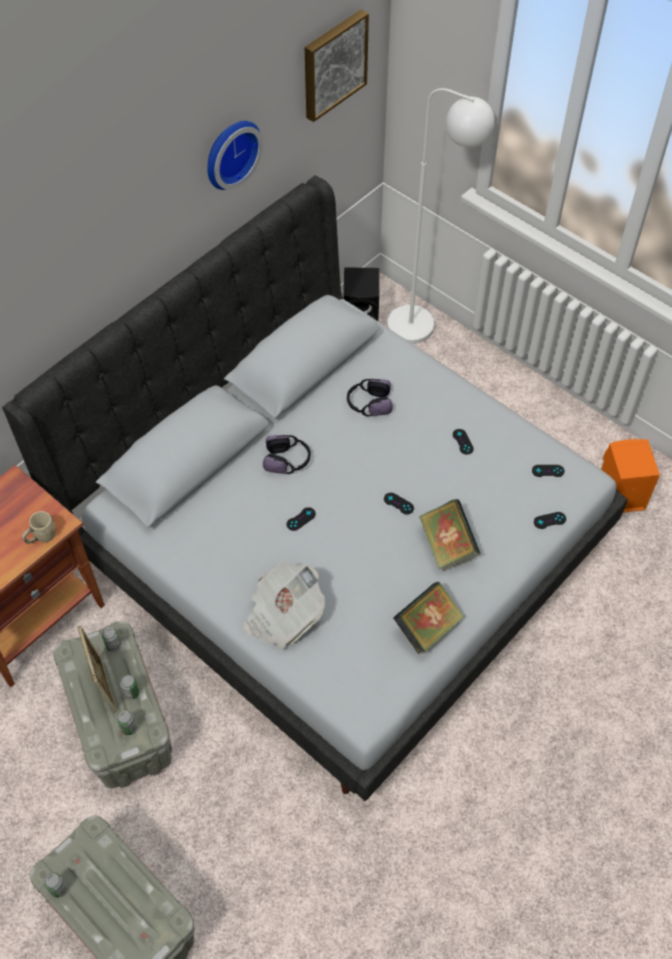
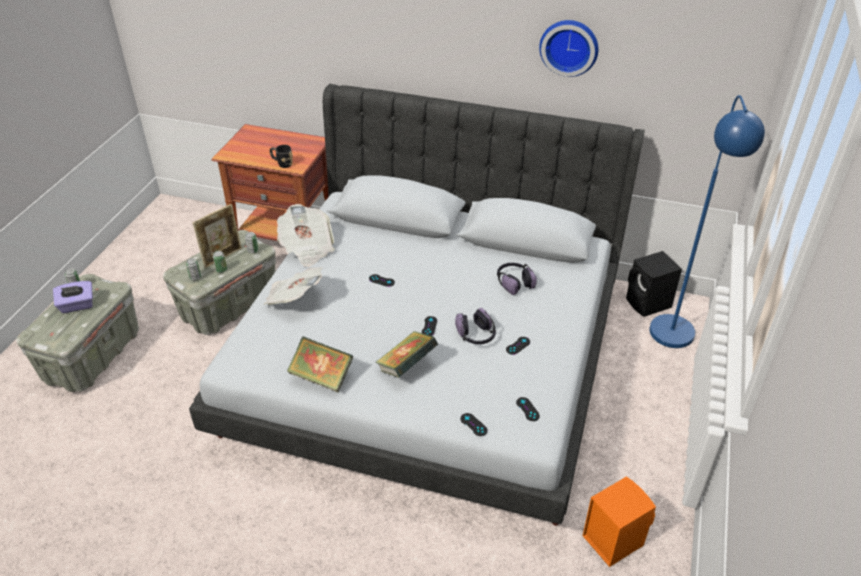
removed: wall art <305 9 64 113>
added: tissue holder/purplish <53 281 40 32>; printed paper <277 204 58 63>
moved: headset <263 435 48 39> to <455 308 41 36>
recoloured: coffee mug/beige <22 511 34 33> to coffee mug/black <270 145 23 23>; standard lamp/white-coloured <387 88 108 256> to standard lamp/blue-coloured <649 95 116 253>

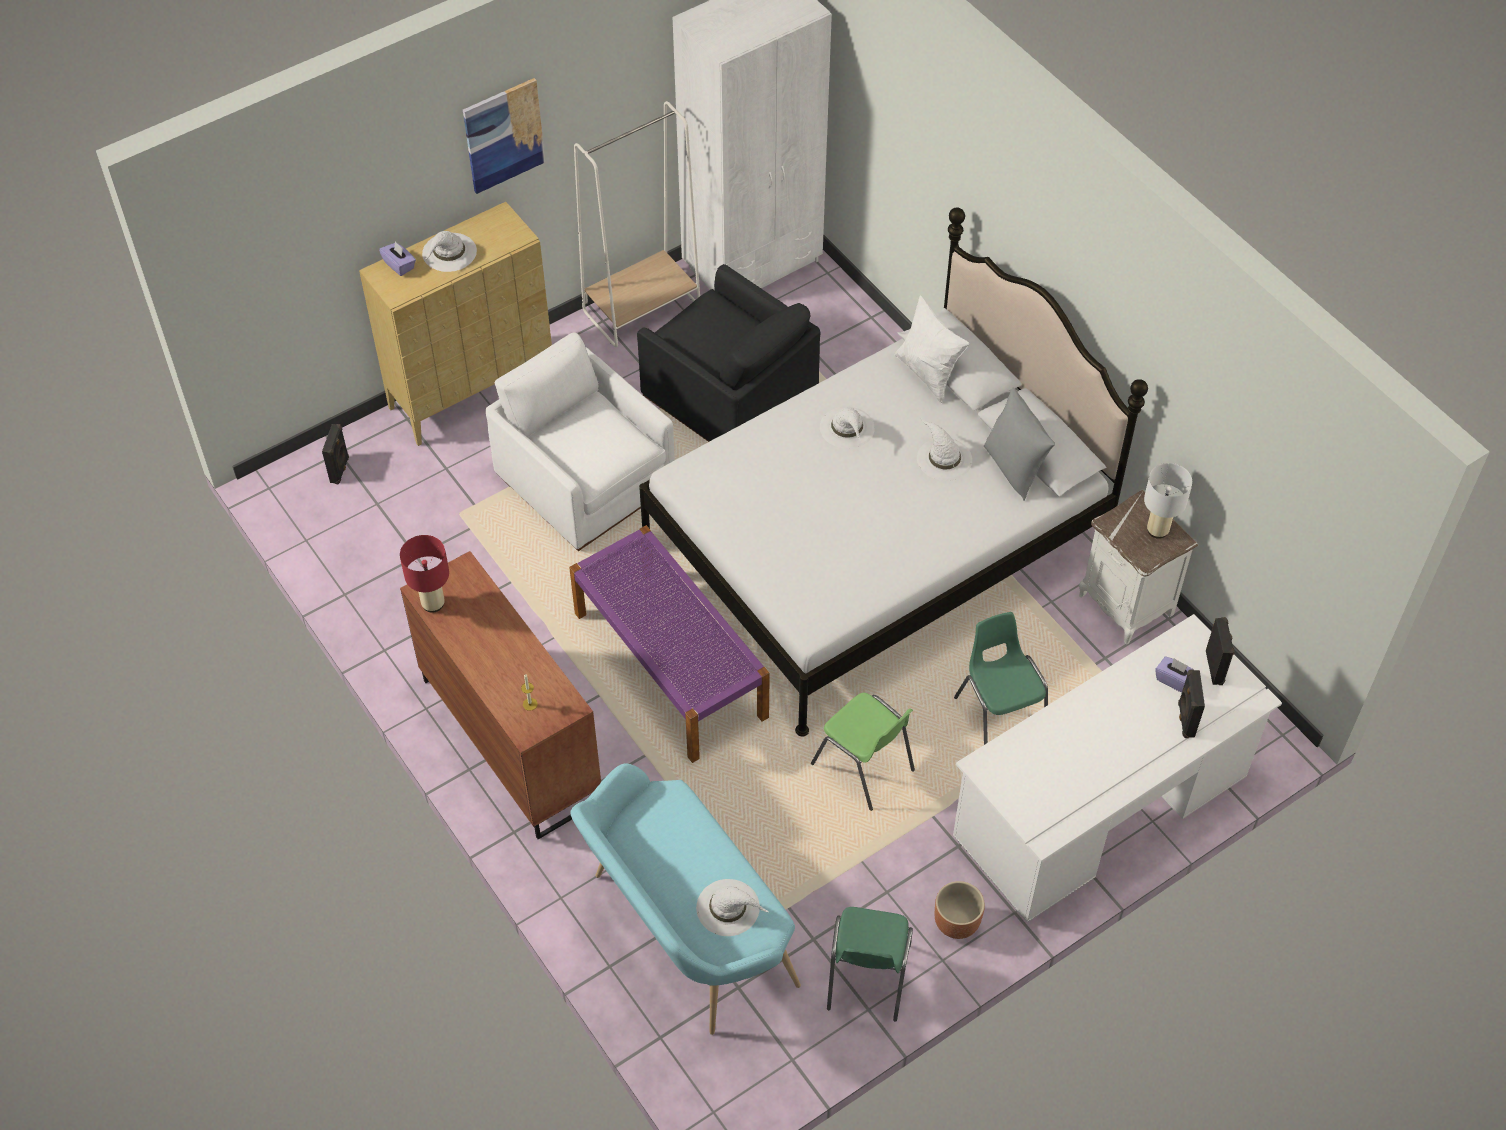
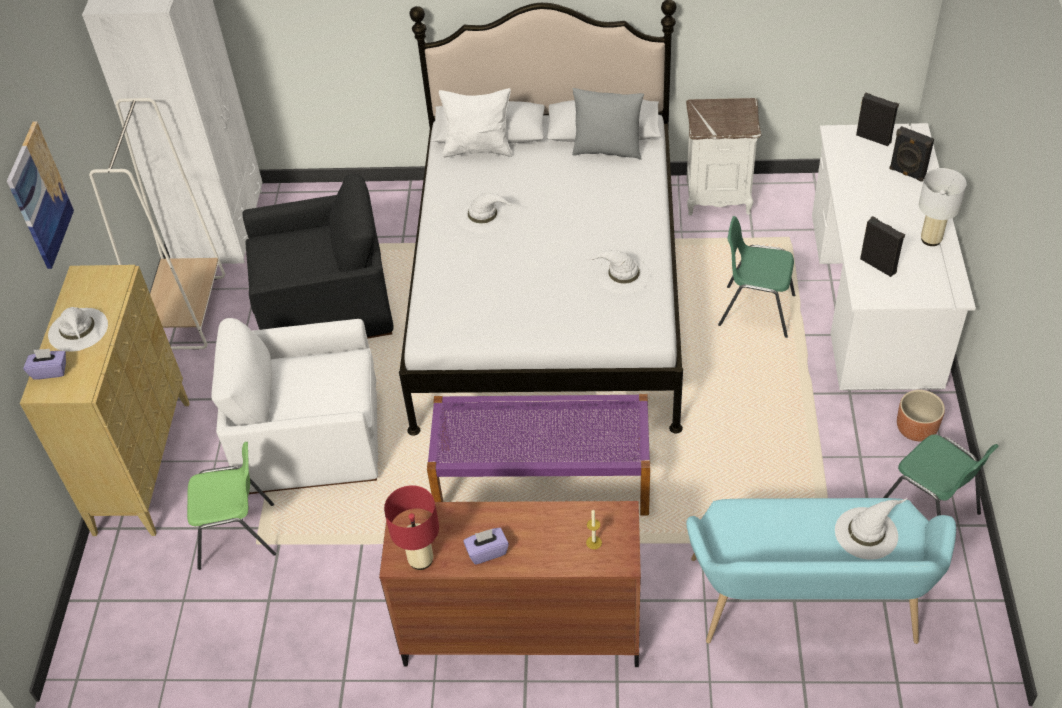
moved: plain chair/green-coloured <811 693 104 118> to <187 442 89 128>; tissue holder/purplish <1155 656 37 37> to <463 528 46 37>; wearable hat/white-coloured <917 418 55 63> to <586 250 65 44>; audio speaker/black <322 424 27 60> to <860 216 45 61>; lamp for a table/white-coloured <1144 463 48 76> to <919 168 48 78>

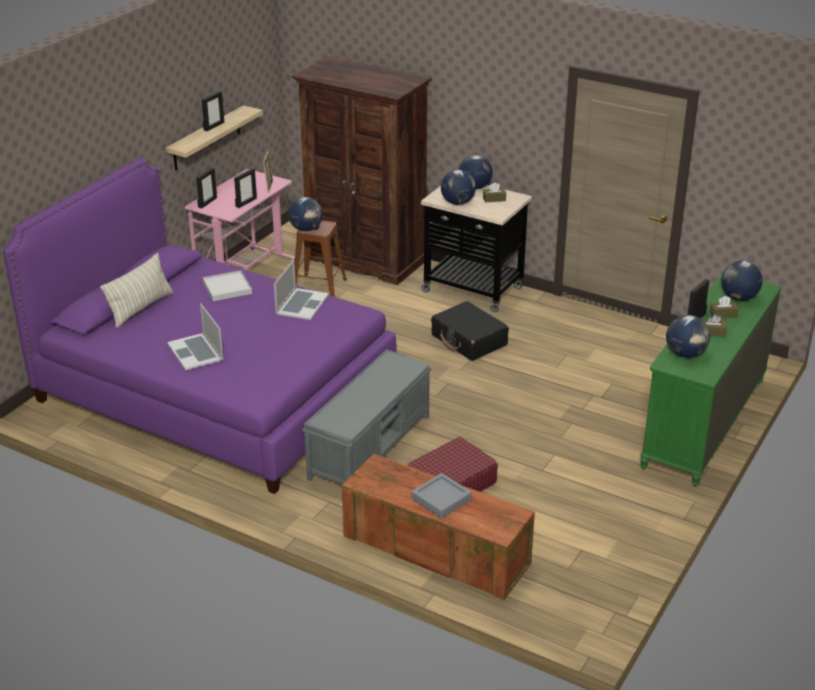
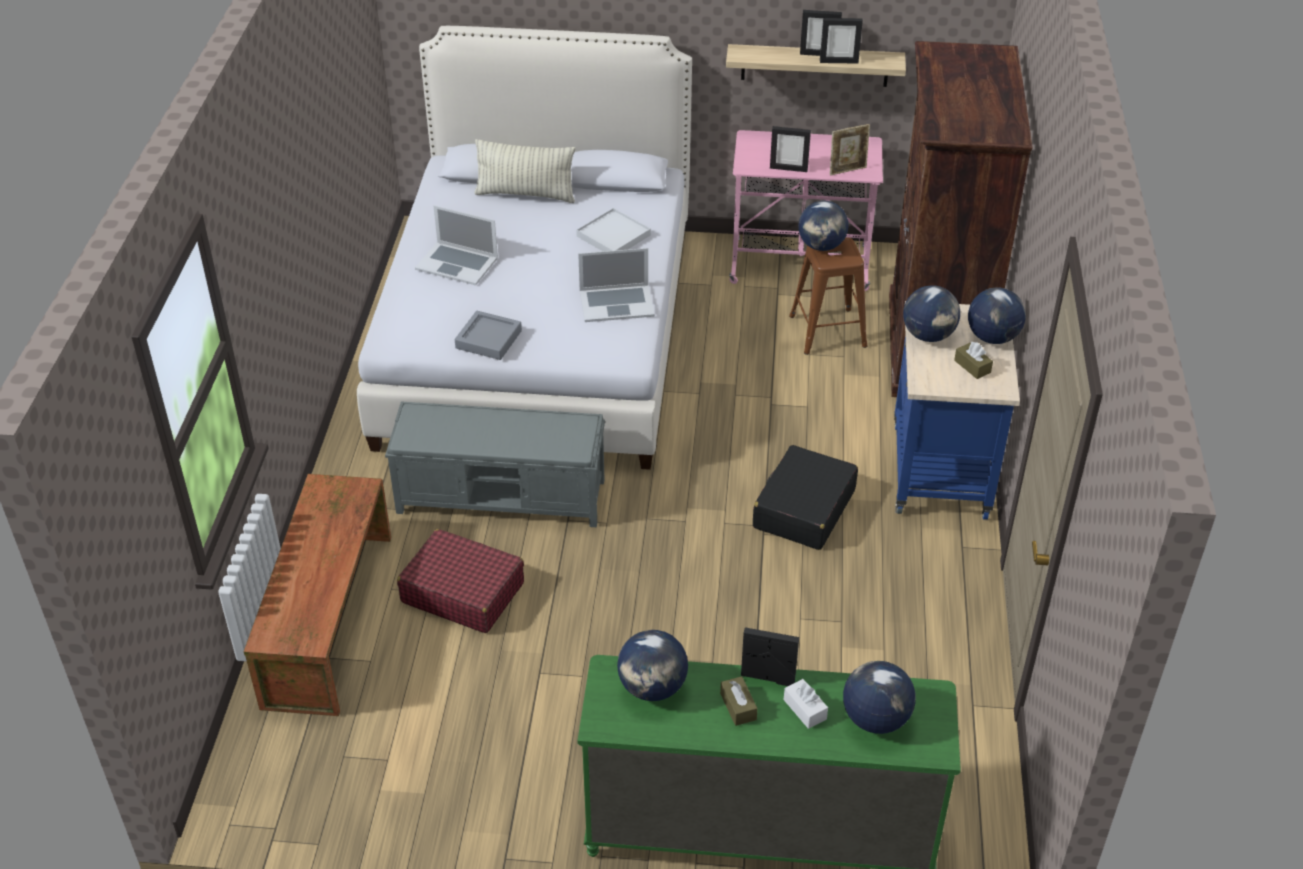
moved: serving tray/grey <411 473 61 46> to <455 311 67 49>; picture frame <196 168 21 40> to <820 18 43 46>
recoloured: bed/purplish <3 158 394 336> to bed/white-coloured <357 26 335 444>; tissue holder/brown-coloured <709 296 30 22> to tissue holder/white-coloured <784 679 44 50>; trolley/black <421 185 111 128> to trolley/blue-coloured <894 301 126 219>
turned: laptop <167 303 56 67> = <415 206 83 79> 105 degrees counterclockwise

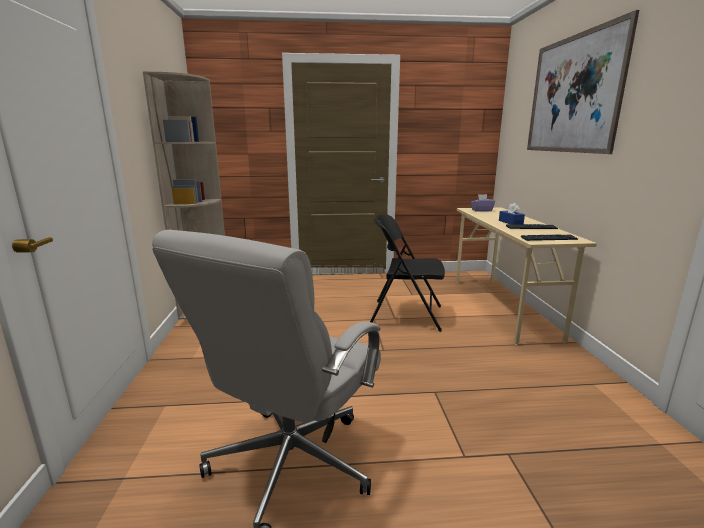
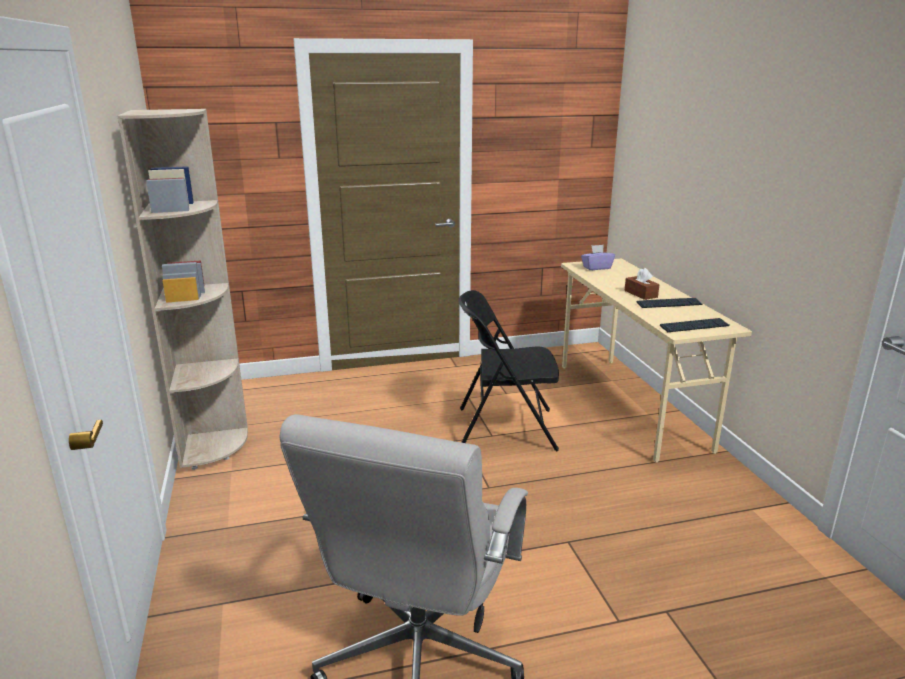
removed: wall art <527 10 112 144>
recoloured: tissue holder/blue-coloured <499 203 26 22> to tissue holder/brown-coloured <625 268 35 32>

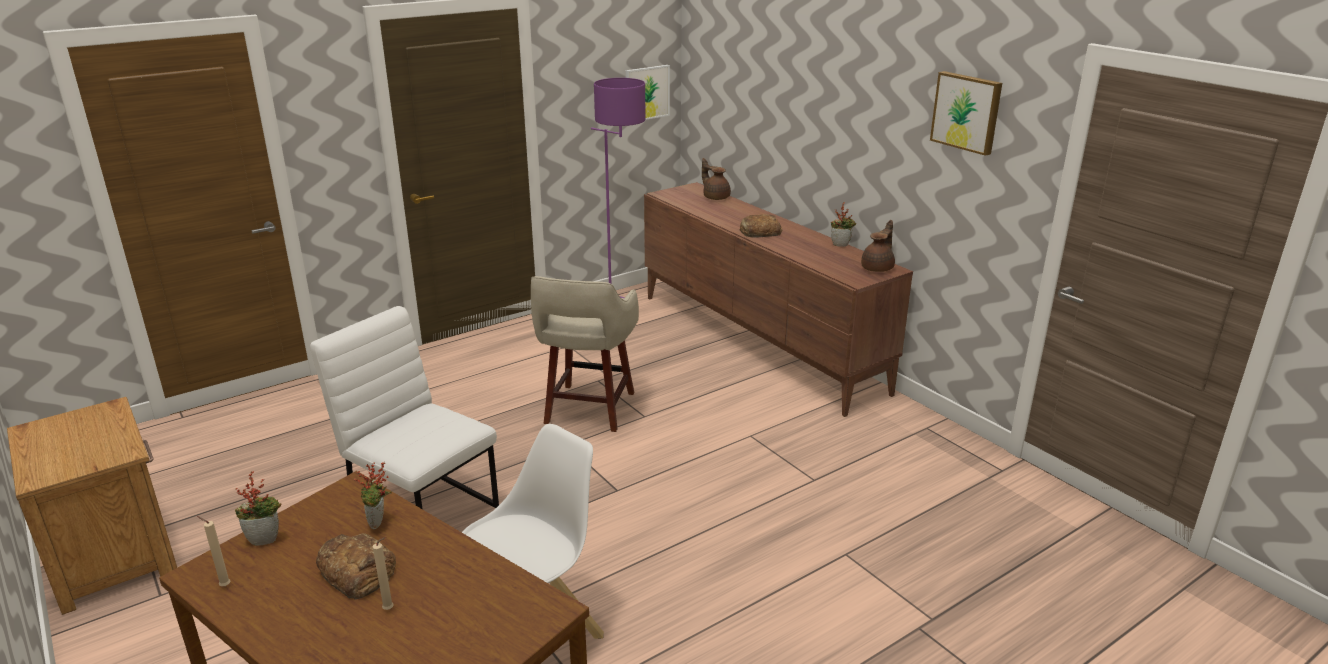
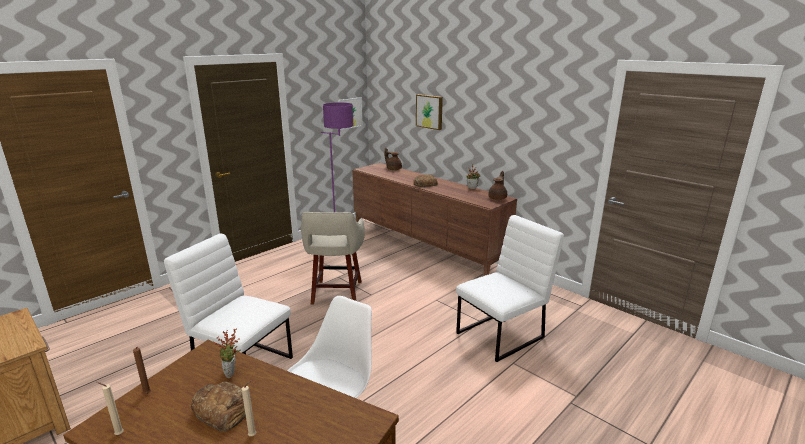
added: plain chair/white-coloured <456 215 108 147>
moved: wall art <930 71 72 85> to <416 94 27 36>
replaced: houseplant <235 471 46 75> to wax light/brown-coloured <133 347 18 47>

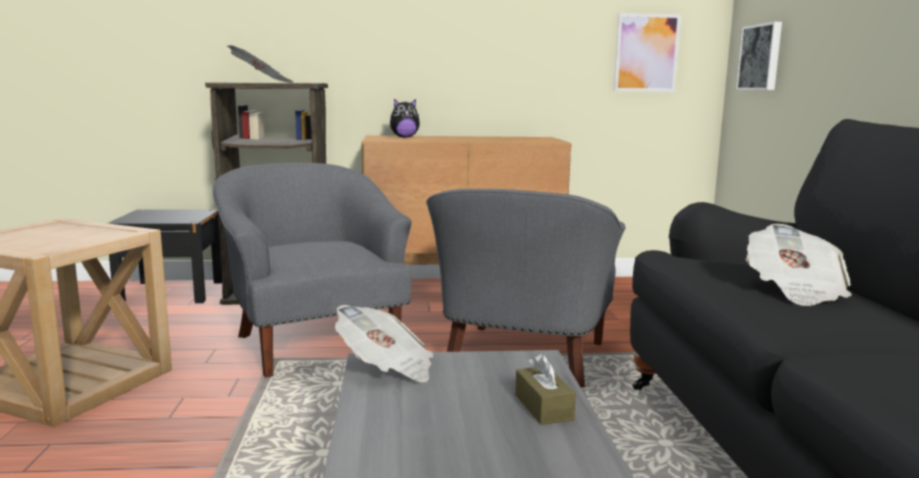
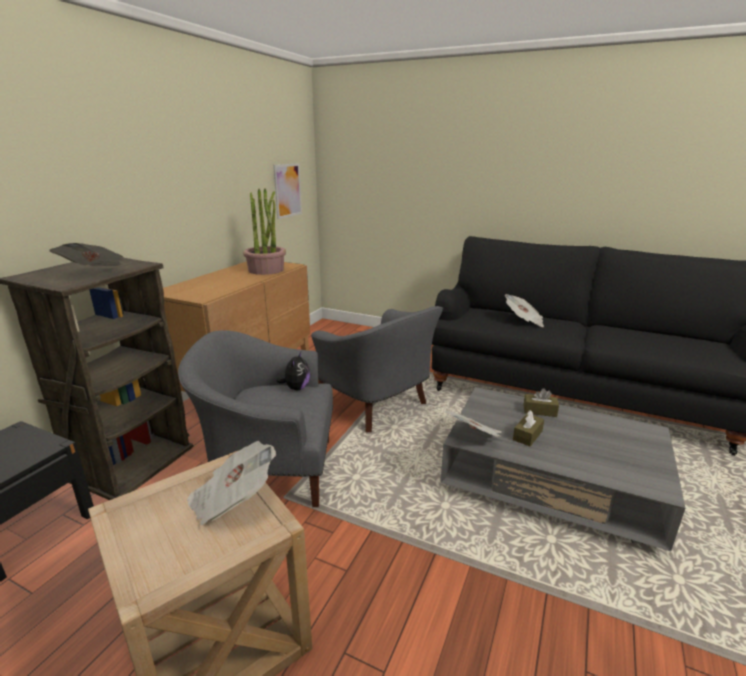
removed: wall art <736 22 46 68>
added: printed paper <187 441 89 85>; houseplant <243 189 43 86>; tissue holder/brown-coloured <513 410 31 36>
moved: soft toy <390 99 30 39> to <276 352 34 38>

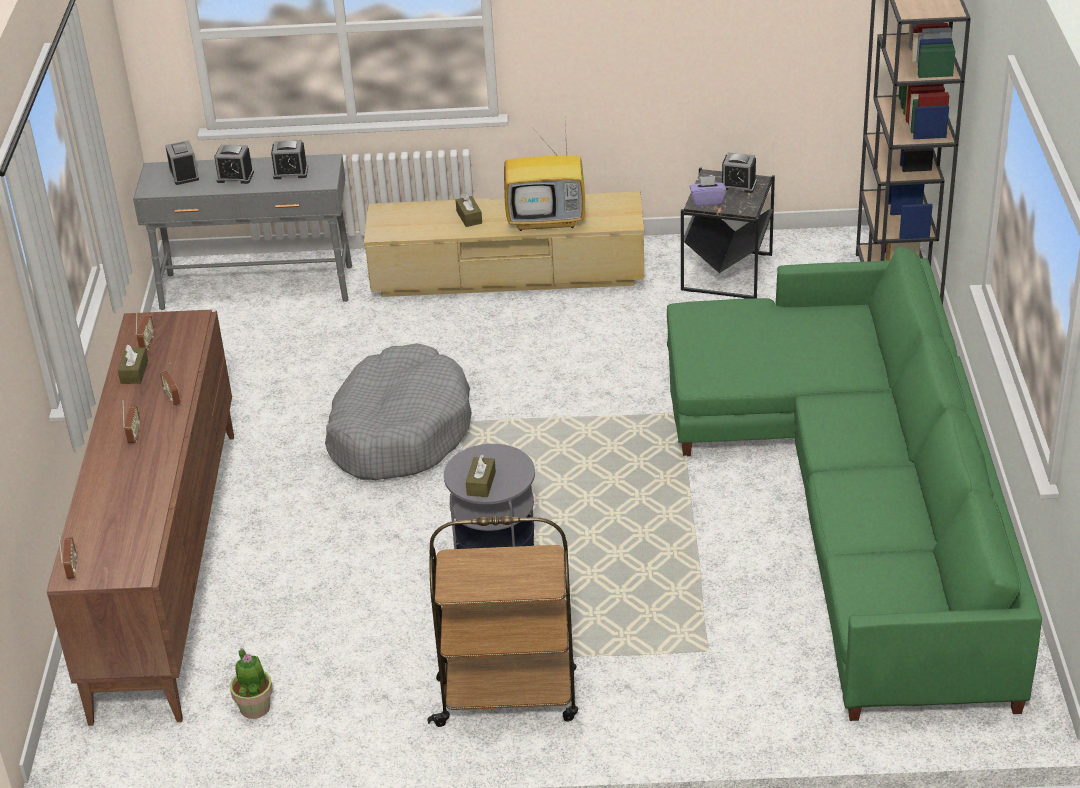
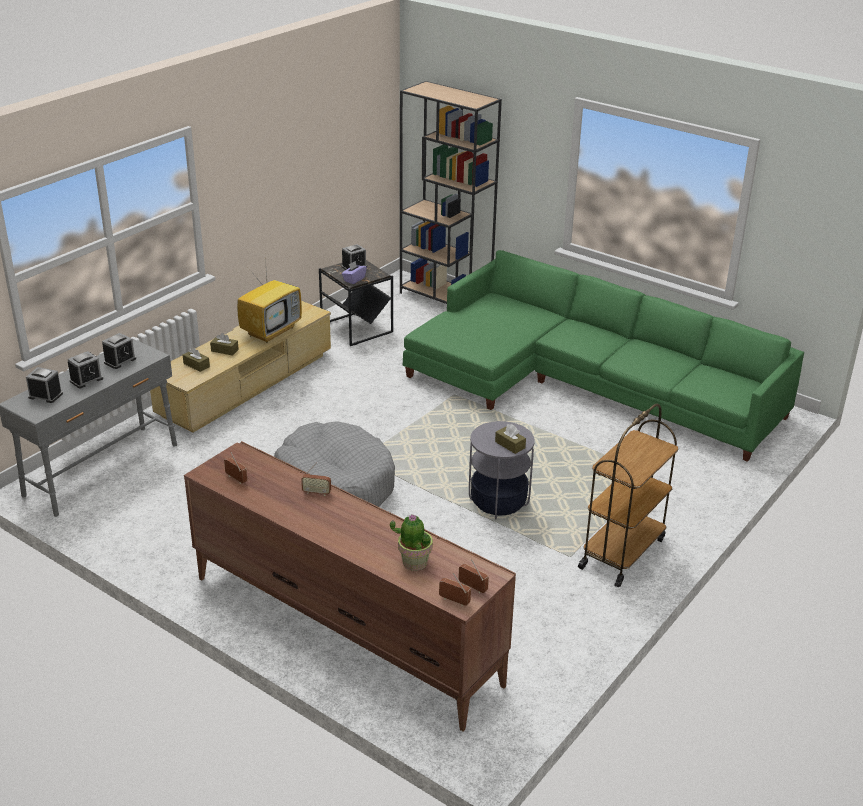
moved: tissue holder/brown-coloured <118 345 30 39> to <183 347 27 25>; houseplant <230 648 43 71> to <390 514 43 57>; radio receiver <122 400 18 43> to <458 559 31 34>

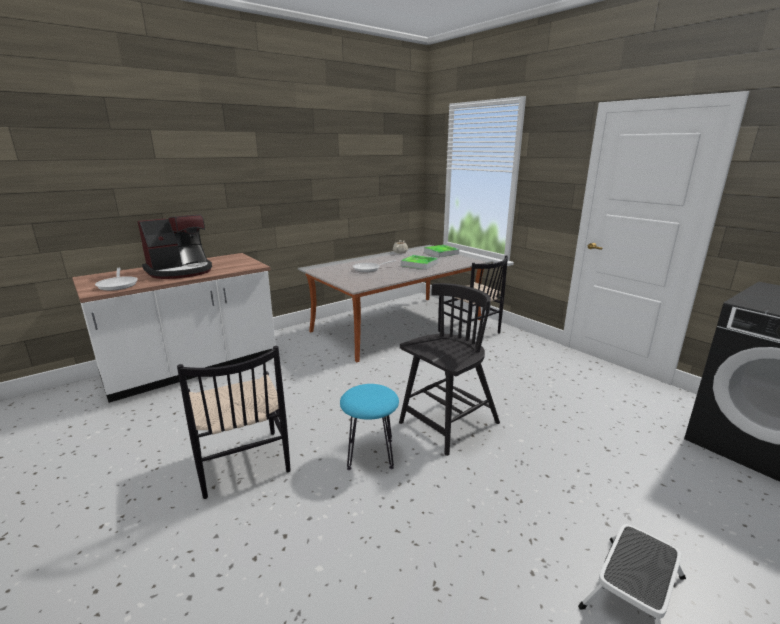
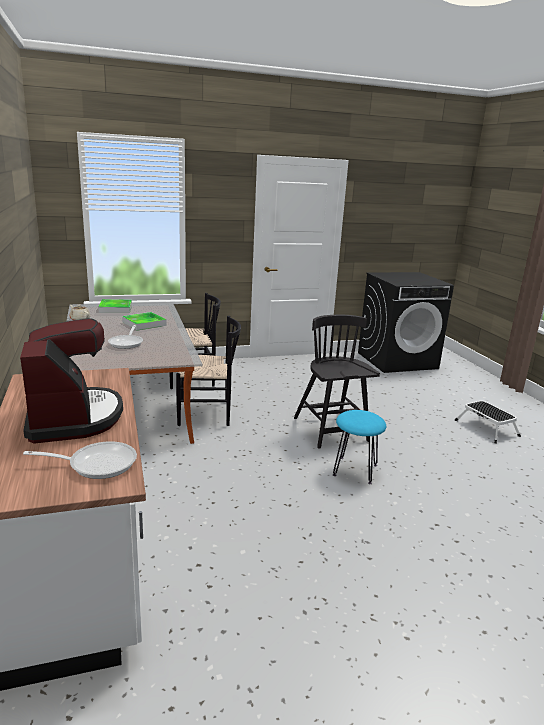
moved: plain chair/black <177 346 114 153> to <176 316 65 110>

